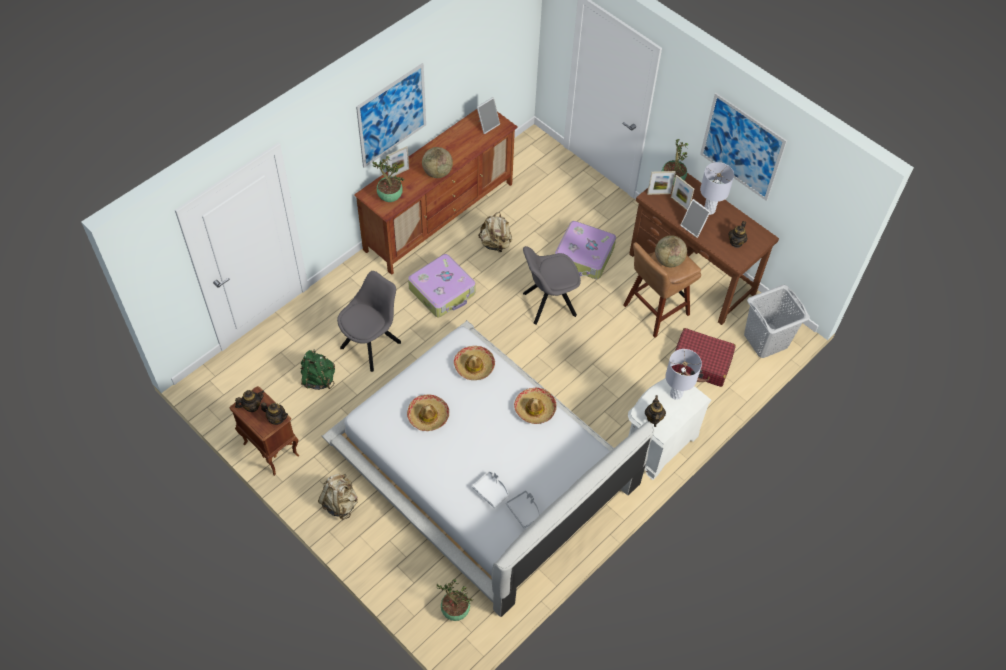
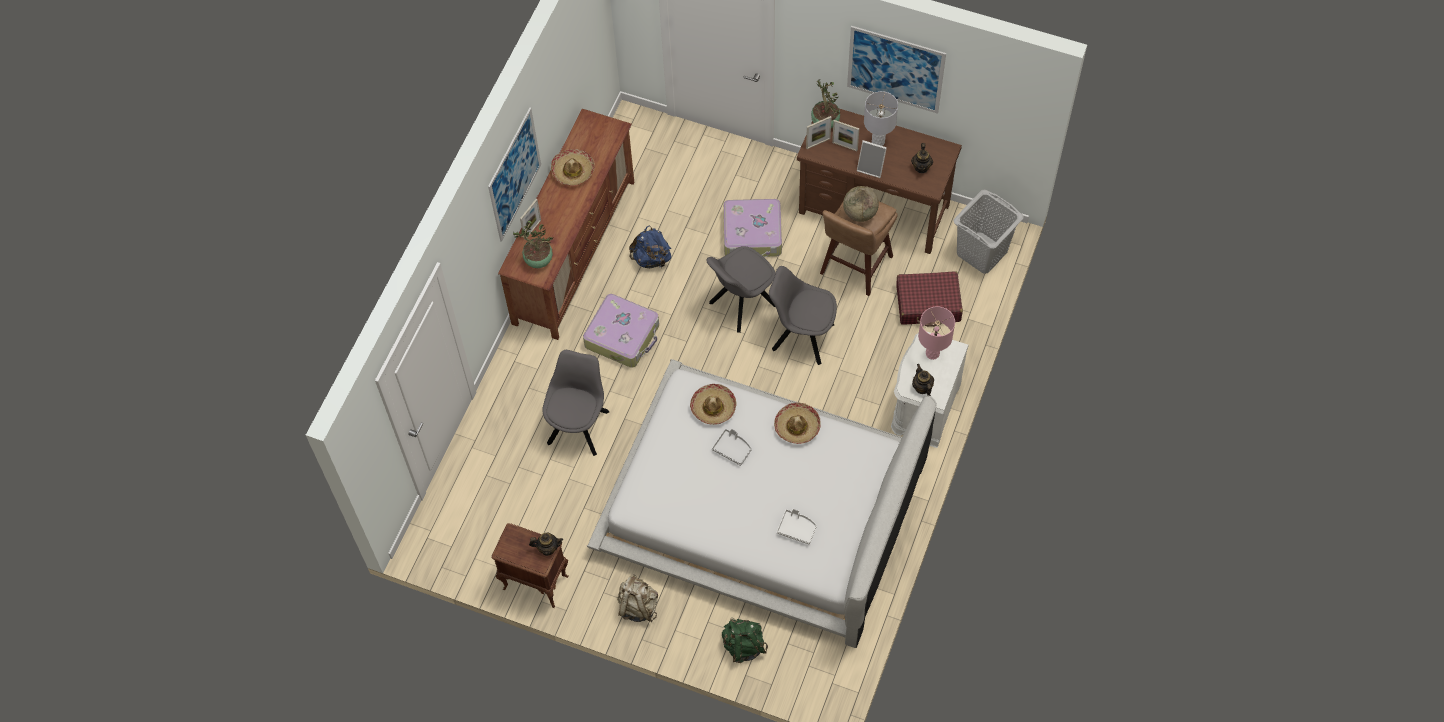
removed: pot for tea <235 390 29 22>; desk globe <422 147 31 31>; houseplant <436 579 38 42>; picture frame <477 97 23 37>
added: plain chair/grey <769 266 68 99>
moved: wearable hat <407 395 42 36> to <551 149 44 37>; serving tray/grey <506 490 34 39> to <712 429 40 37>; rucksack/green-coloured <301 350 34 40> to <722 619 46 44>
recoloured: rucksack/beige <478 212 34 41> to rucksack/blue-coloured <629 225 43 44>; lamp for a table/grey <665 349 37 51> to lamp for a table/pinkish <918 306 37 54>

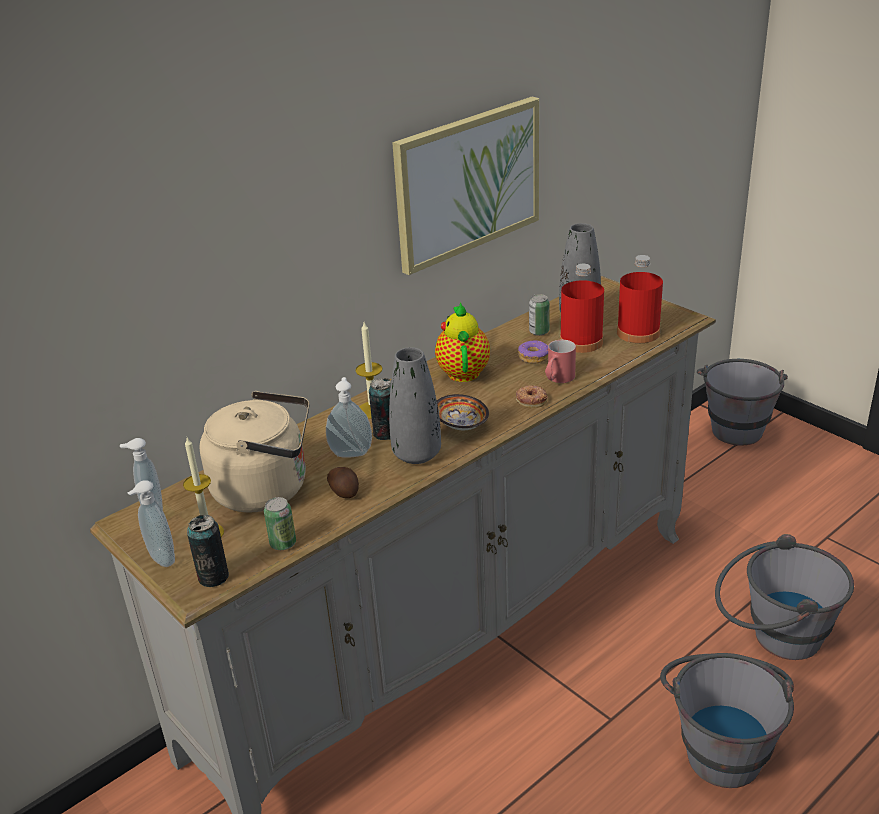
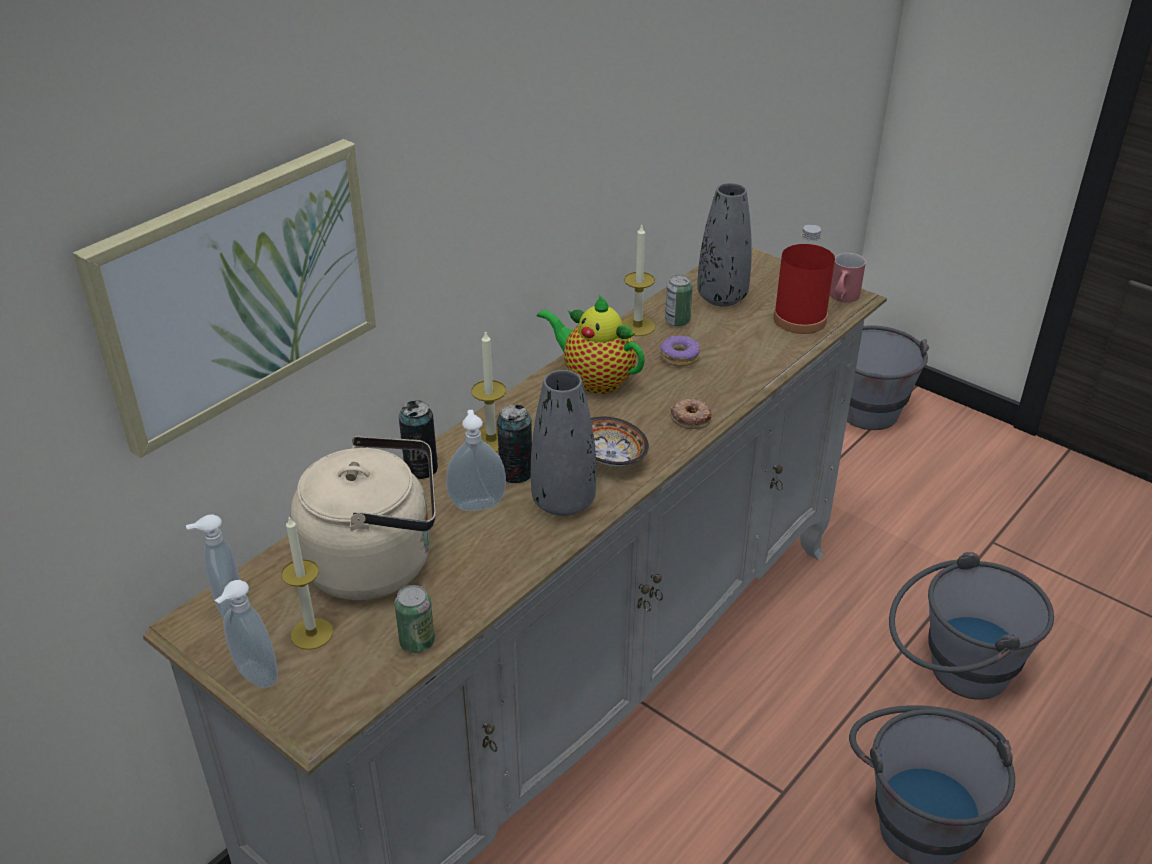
removed: potato <327 467 32 31>; beverage bottle/reddish <560 264 44 89>
added: wax light <622 224 34 112>
moved: wall art <392 97 147 178> to <73 139 303 319>; metal can <187 515 42 72> to <399 400 39 79>; coffee mug/reddish <545 340 31 43> to <830 253 36 50>
turned: pot for tea <435 302 55 80> = <537 295 108 99> 45 degrees counterclockwise

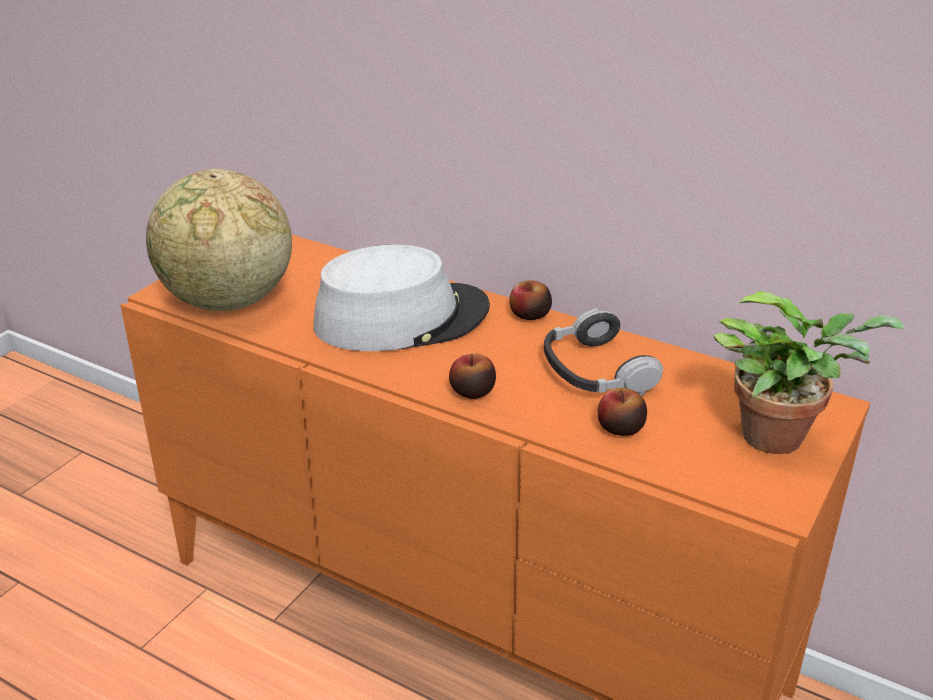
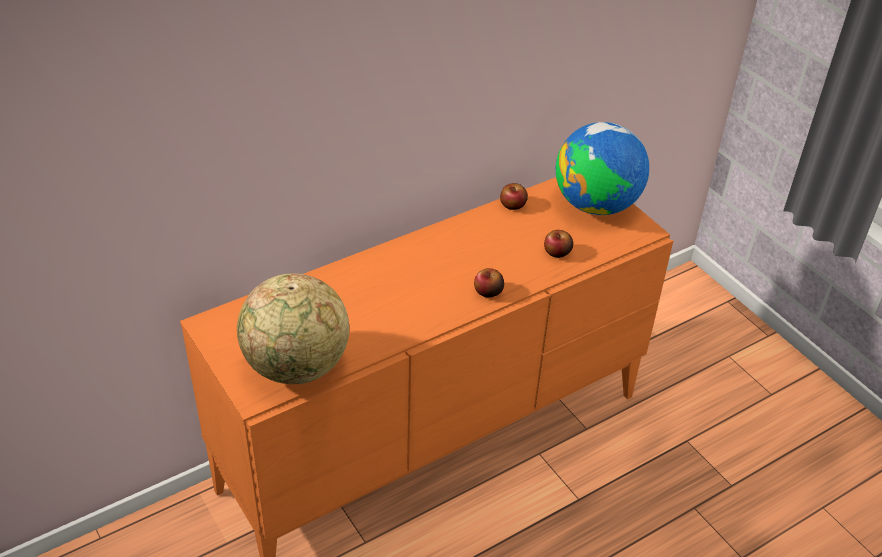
removed: wearable hat/grey <313 245 177 106>; headset <544 308 119 88>
moved: apple fruit <509 280 43 40> to <500 183 28 27>
replaced: houseplant <713 291 193 163> to desk globe <556 122 93 93>

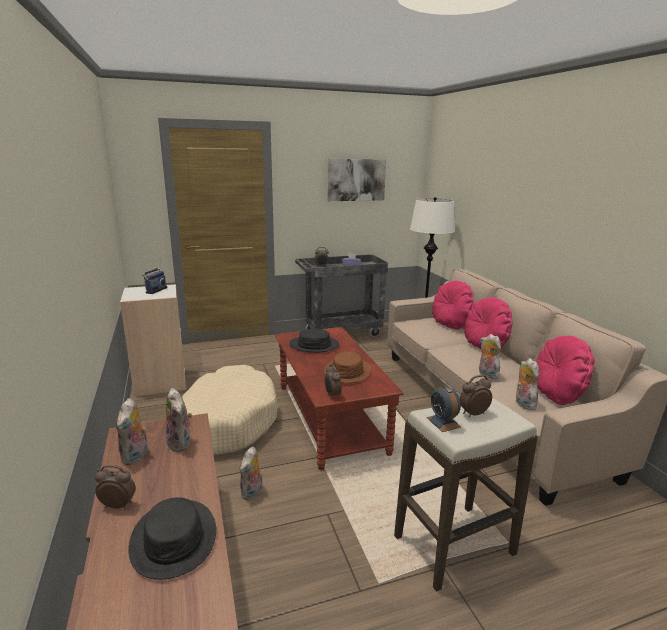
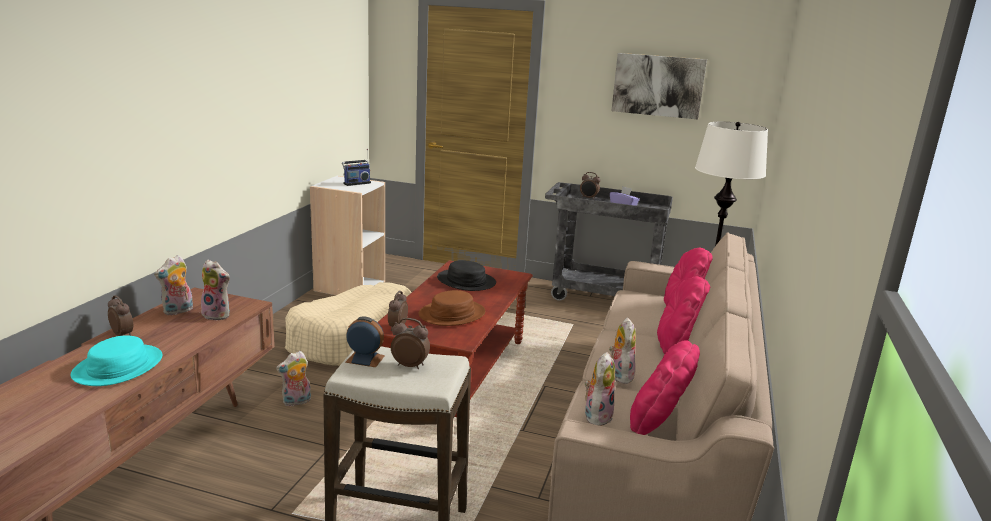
recoloured: wearable hat/black <128 497 88 83> to wearable hat/blue-green <71 335 91 51>
turned: soft toy <166 388 26 64> = <201 260 29 61> 75 degrees counterclockwise; bedside clock <426 385 35 47> = <345 316 40 51> 90 degrees clockwise

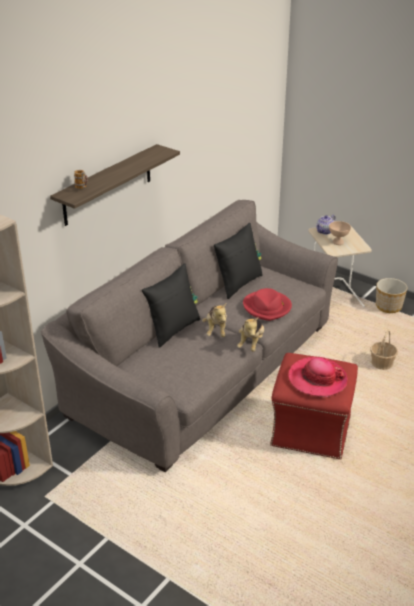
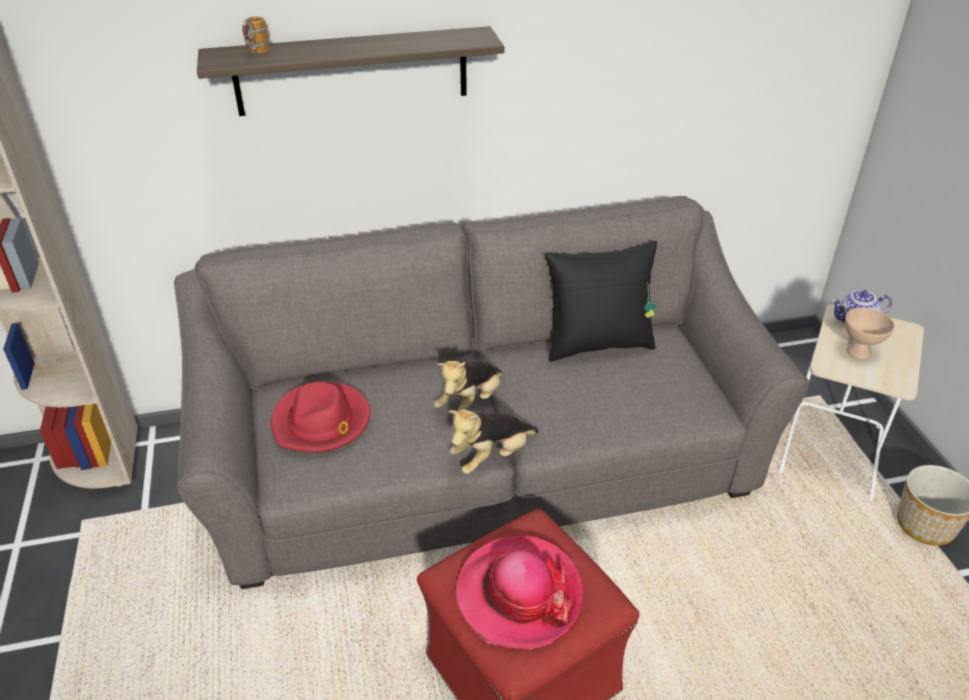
removed: pillow/black <142 263 58 85>; storage basket <370 330 28 40>
moved: wearable hat/reddish <243 288 49 33> to <271 382 99 71>

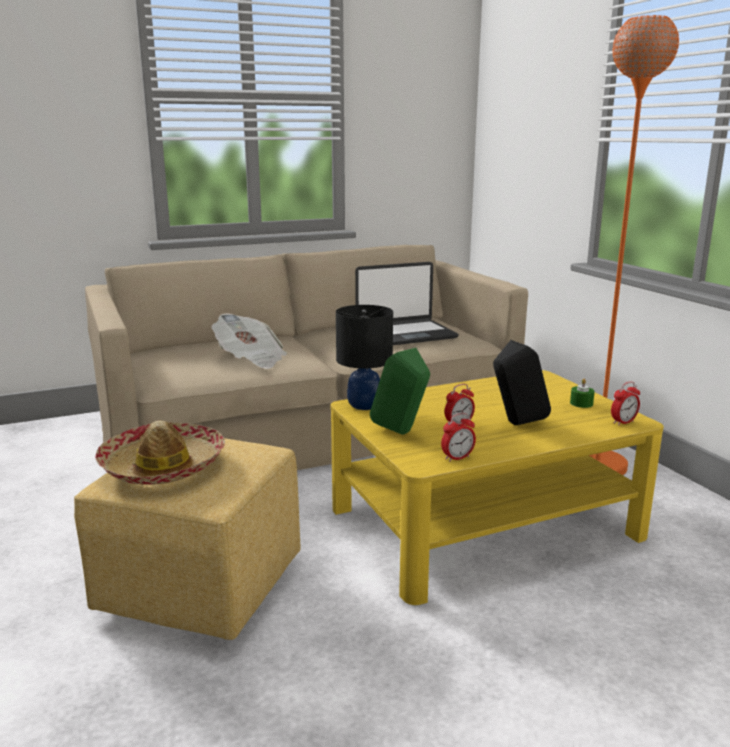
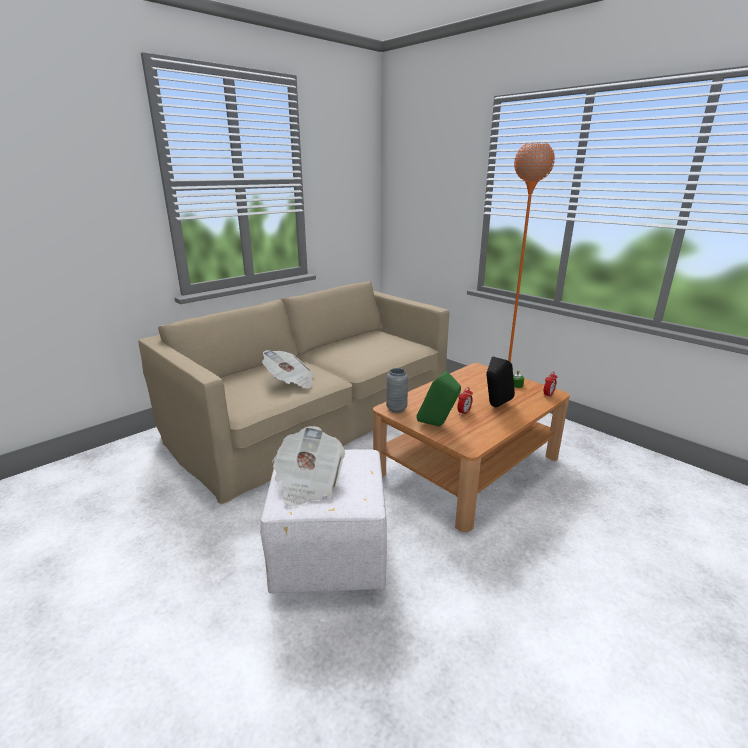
removed: laptop <355 262 104 83>; bedside clock <441 413 35 49>
replaced: wearable hat <95 420 130 65> to printed paper <272 426 73 80>; lamp for a table/black <336 305 57 105> to flower vase/grey <386 368 22 45>
recoloured: ottoman/yellow <74 438 227 202> to ottoman/white-coloured <260 449 127 145>; low table/yellow <331 370 333 235> to low table/brown-coloured <373 363 197 169>

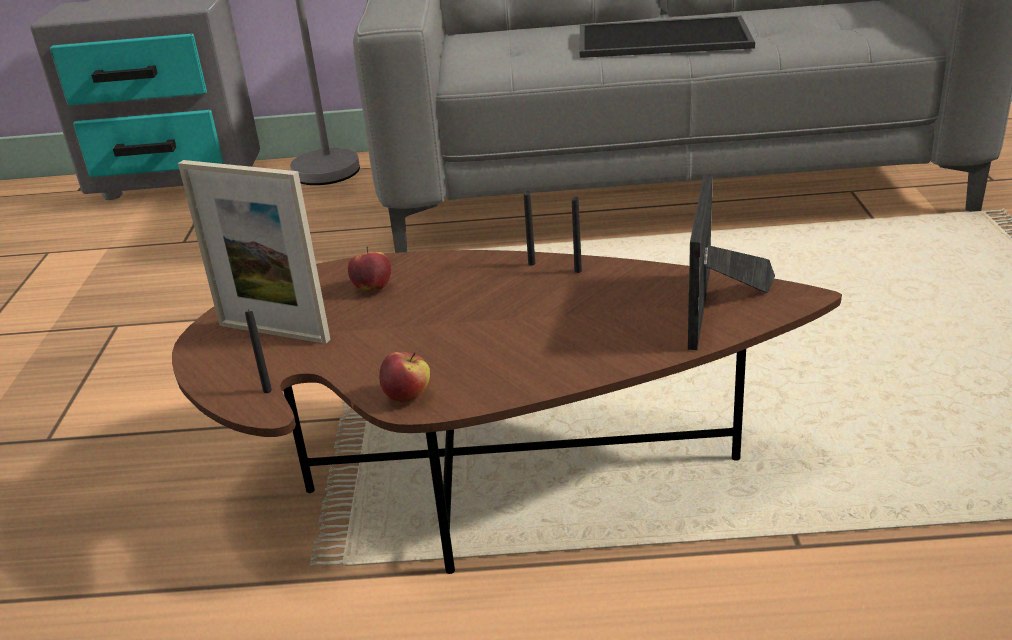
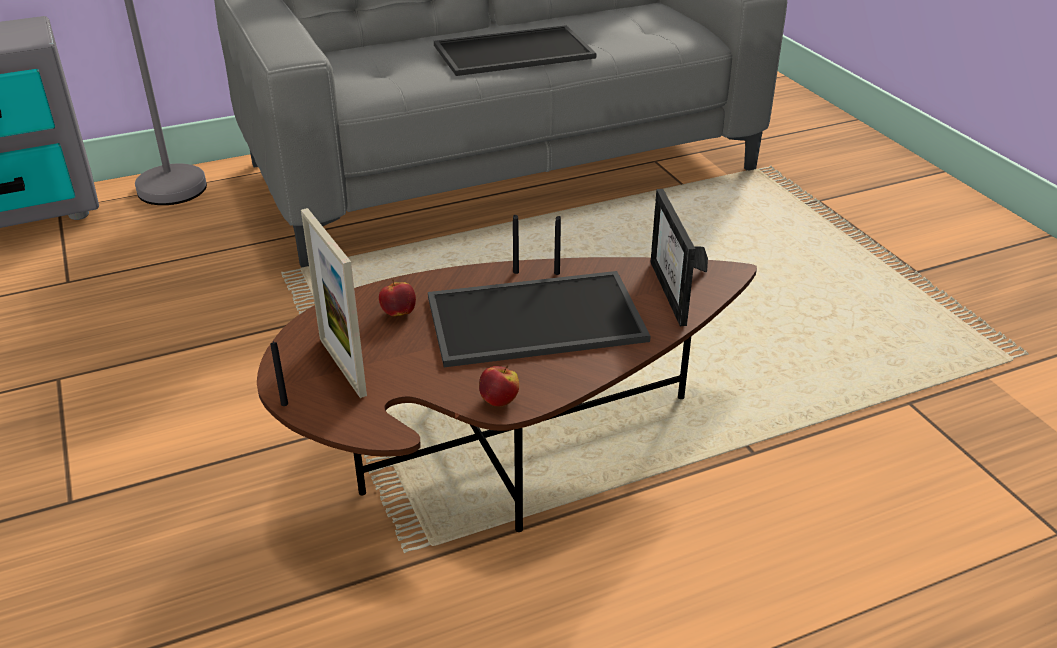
added: serving tray <428 271 223 96>
moved: wax light/black <245 310 27 83> to <271 341 17 65>
turned: picture frame <178 160 153 184> = <301 208 66 190> 60 degrees clockwise

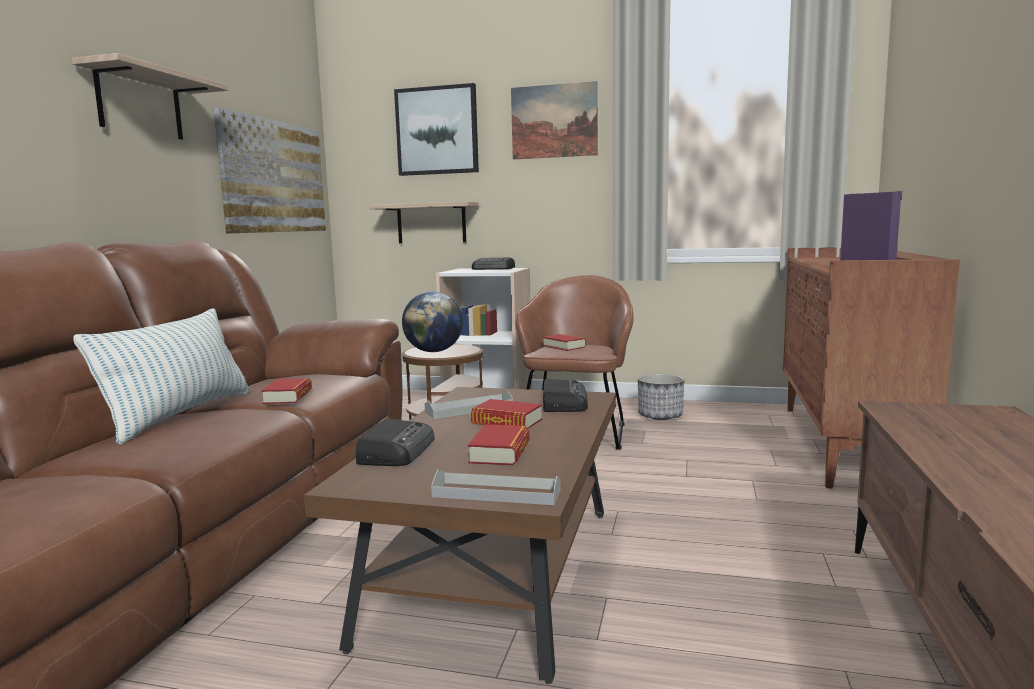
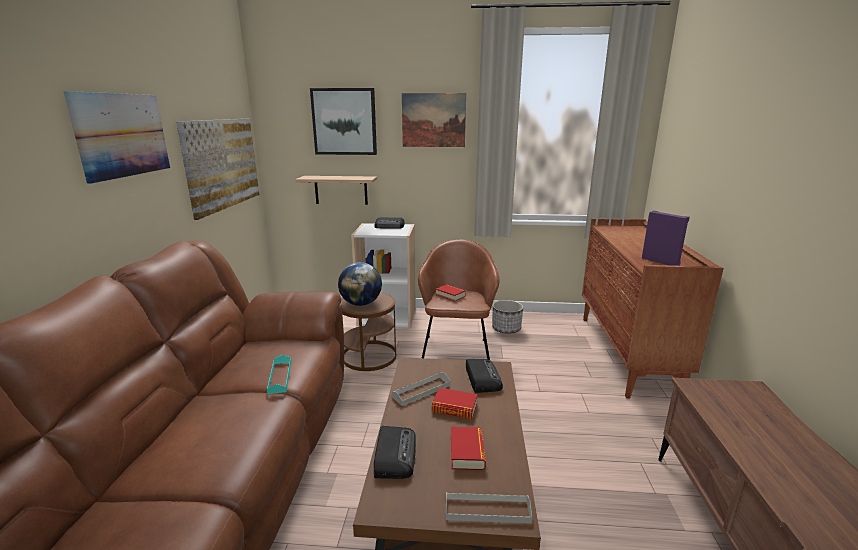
removed: pillow <73 308 177 137>
replaced: wall shelf <72 53 156 86> to wall art <63 91 107 93>; bound book <261 378 51 26> to serving tray/blue-green <267 355 24 39>

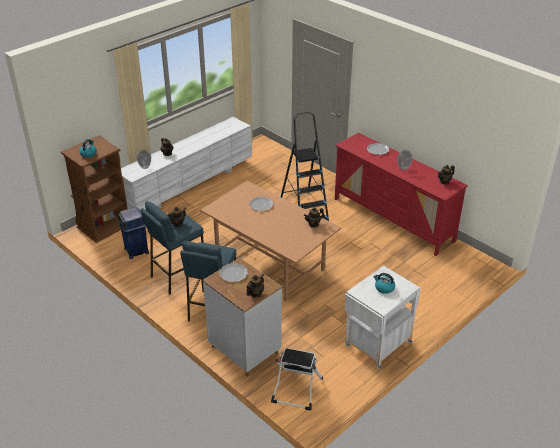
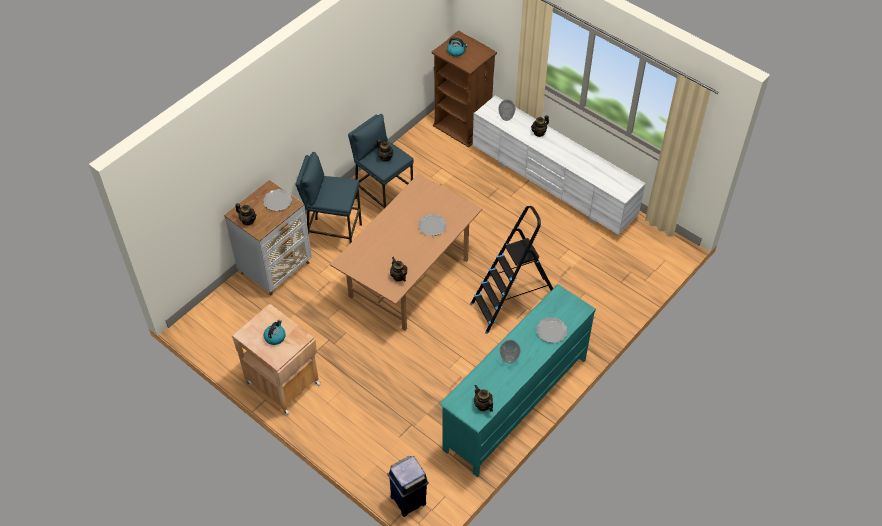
removed: step stool <271 348 52 63>
moved: trash can/blue-coloured <118 207 31 52> to <387 456 42 61>
recoloured: trolley/white-coloured <345 266 76 104> to trolley/brown-coloured <232 304 89 111>; dresser/reddish <335 133 133 123> to dresser/blue-green <439 284 157 193>

